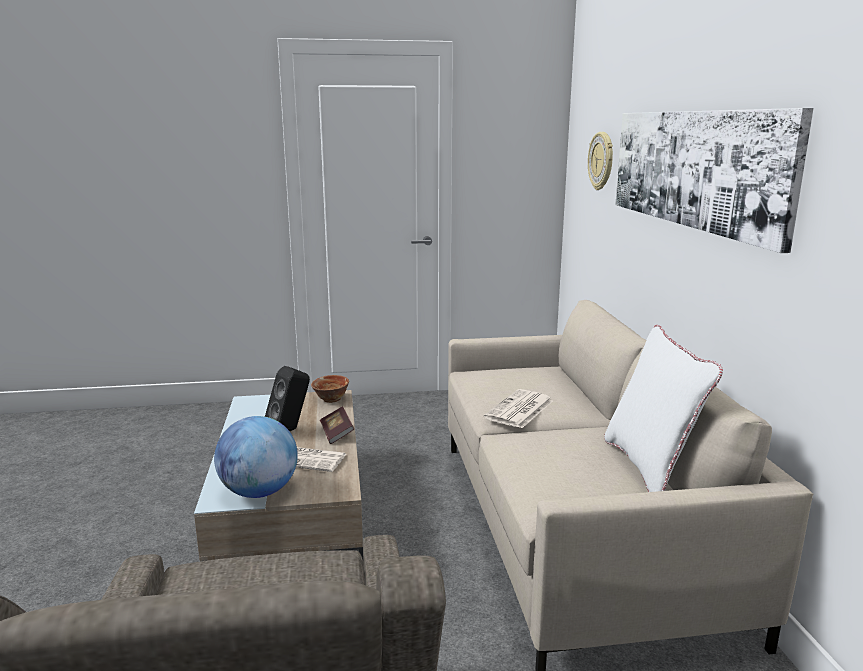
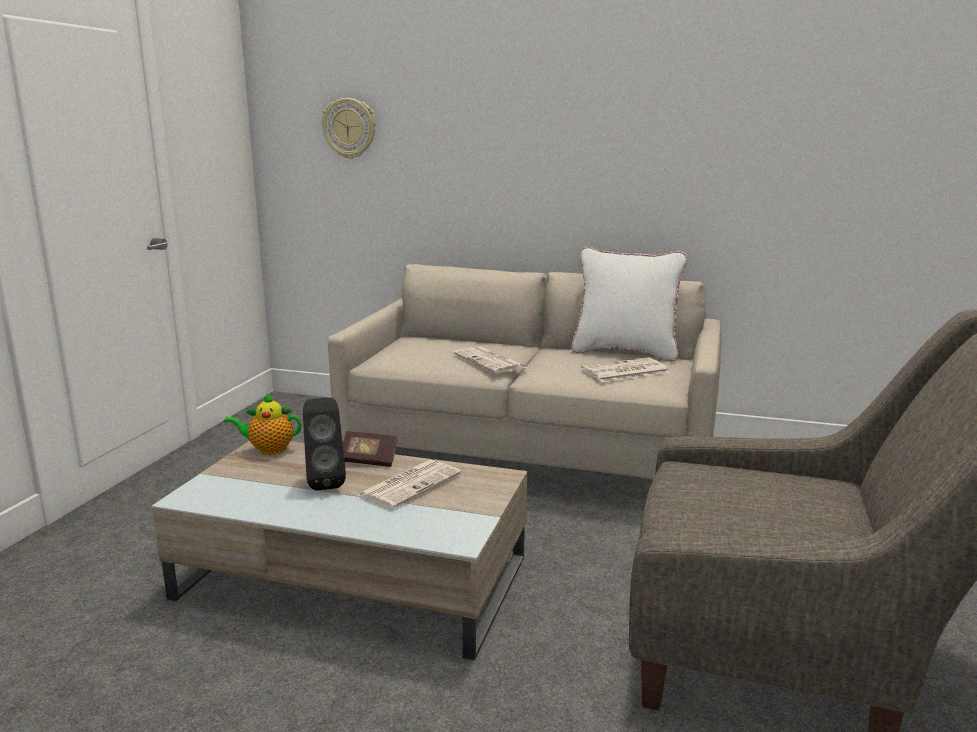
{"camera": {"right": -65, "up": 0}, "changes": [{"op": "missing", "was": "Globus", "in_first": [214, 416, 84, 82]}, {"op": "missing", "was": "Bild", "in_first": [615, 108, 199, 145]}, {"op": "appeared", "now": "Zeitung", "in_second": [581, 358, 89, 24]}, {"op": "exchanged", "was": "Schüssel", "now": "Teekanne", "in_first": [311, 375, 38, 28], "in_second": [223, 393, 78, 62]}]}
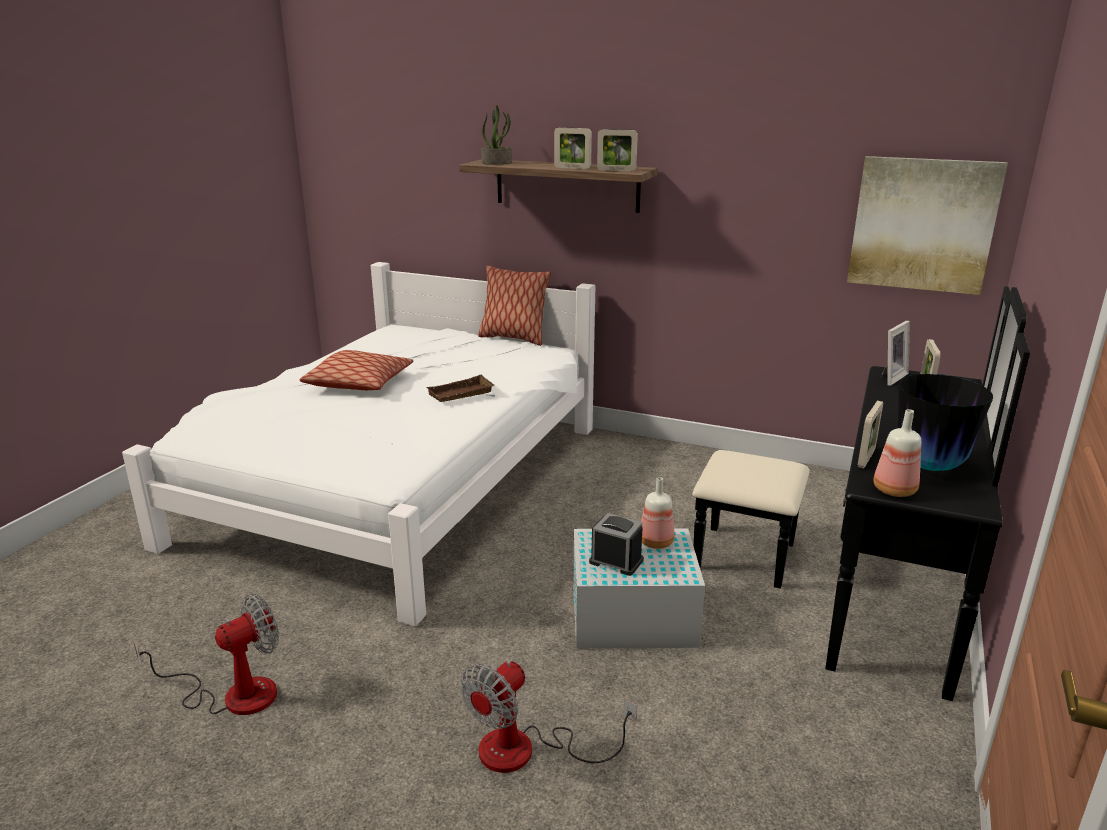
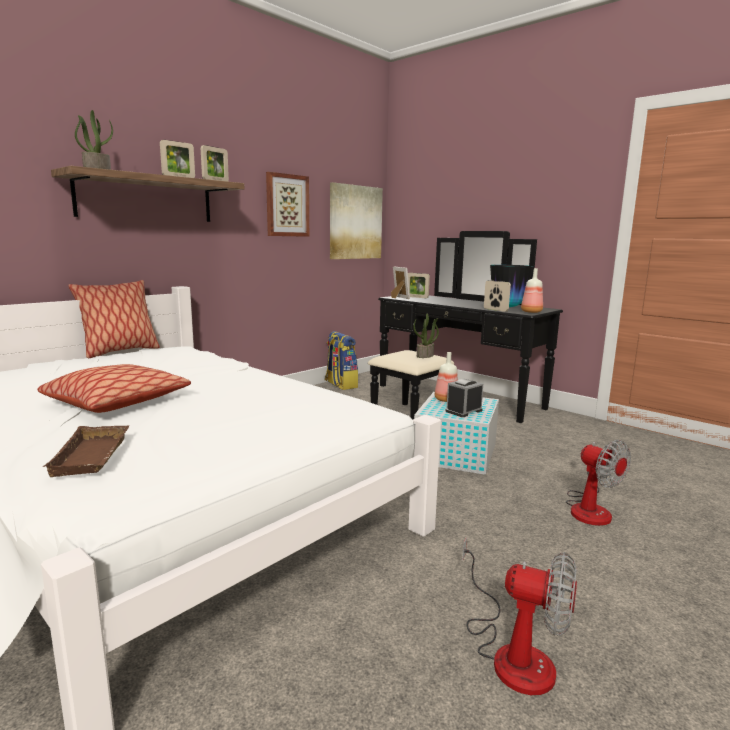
{"camera": {"right": -70, "up": -10}, "changes": [{"op": "appeared", "now": "Bild", "in_second": [266, 172, 43, 65]}, {"op": "appeared", "now": "Rucksack", "in_second": [325, 331, 33, 59]}, {"op": "appeared", "now": "Topfpflanze", "in_second": [413, 314, 26, 44]}, {"op": "relocated", "was": "Tablett (braun)", "in_first": [426, 375, 68, 27], "in_second": [42, 425, 88, 52]}, {"op": "spun", "was": "Ventilator", "in_first": [134, 594, 145, 121], "in_second": [462, 537, 115, 158], "clockwise": 135}]}
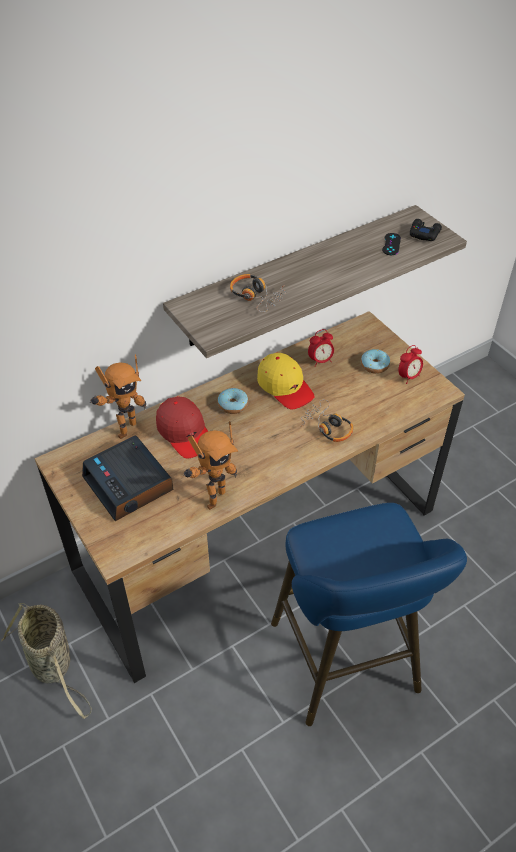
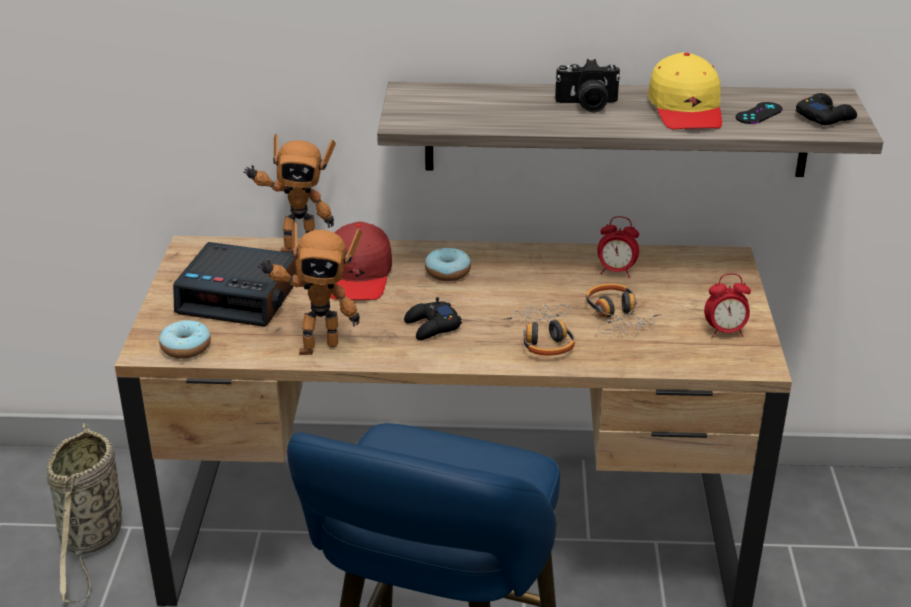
{"camera": {"right": 35, "up": -15}, "changes": [{"op": "appeared", "now": "Gamepad (schwarz)", "in_second": [404, 297, 58, 43]}, {"op": "appeared", "now": "Kamera", "in_second": [555, 59, 66, 54]}, {"op": "relocated", "was": "Kopfhörer", "in_first": [230, 274, 56, 38], "in_second": [586, 284, 75, 50]}, {"op": "relocated", "was": "Kappe (gelb)", "in_first": [257, 353, 58, 57], "in_second": [648, 52, 74, 77]}, {"op": "relocated", "was": "Donut", "in_first": [361, 349, 29, 25], "in_second": [159, 320, 52, 39]}, {"op": "spun", "was": "Wecker", "in_first": [82, 435, 91, 86], "in_second": [173, 242, 123, 85], "clockwise": -75}]}
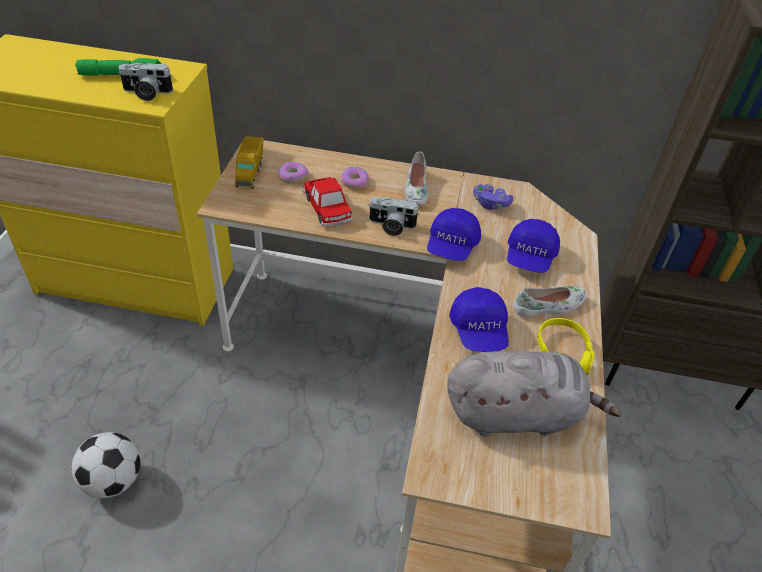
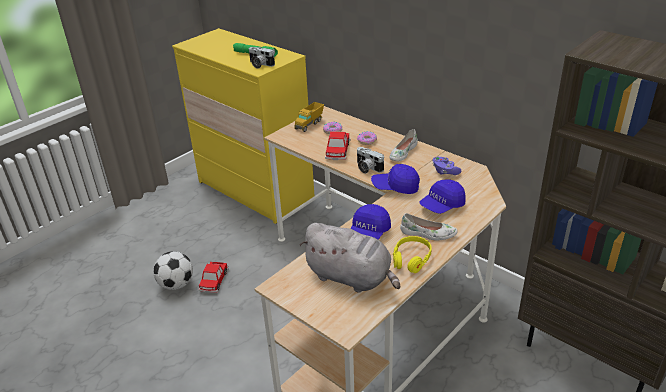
{"camera": {"right": 35, "up": -10}, "changes": [{"op": "appeared", "now": "Spielzeugauto", "in_second": [199, 262, 30, 31]}, {"op": "spun", "was": "Kappe (blau)", "in_first": [427, 208, 54, 53], "in_second": [371, 164, 49, 30], "clockwise": 45}]}
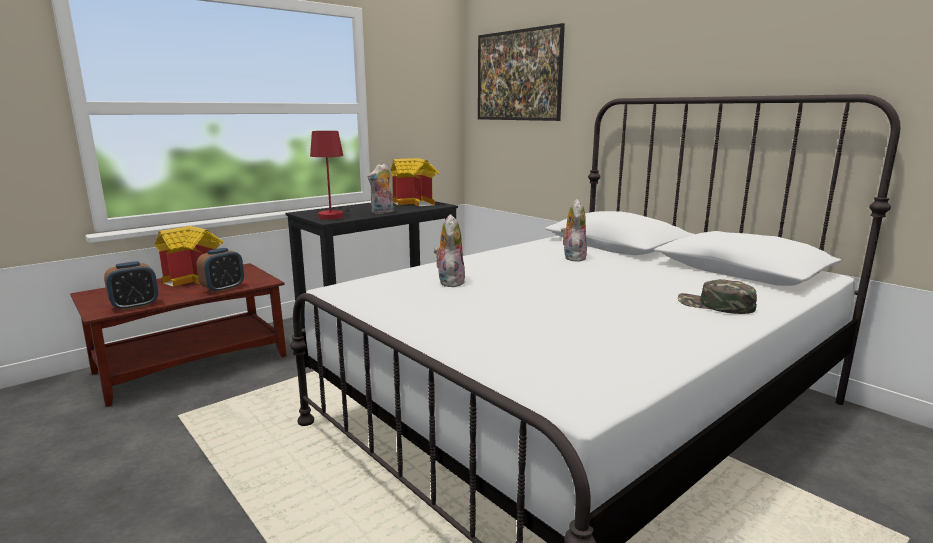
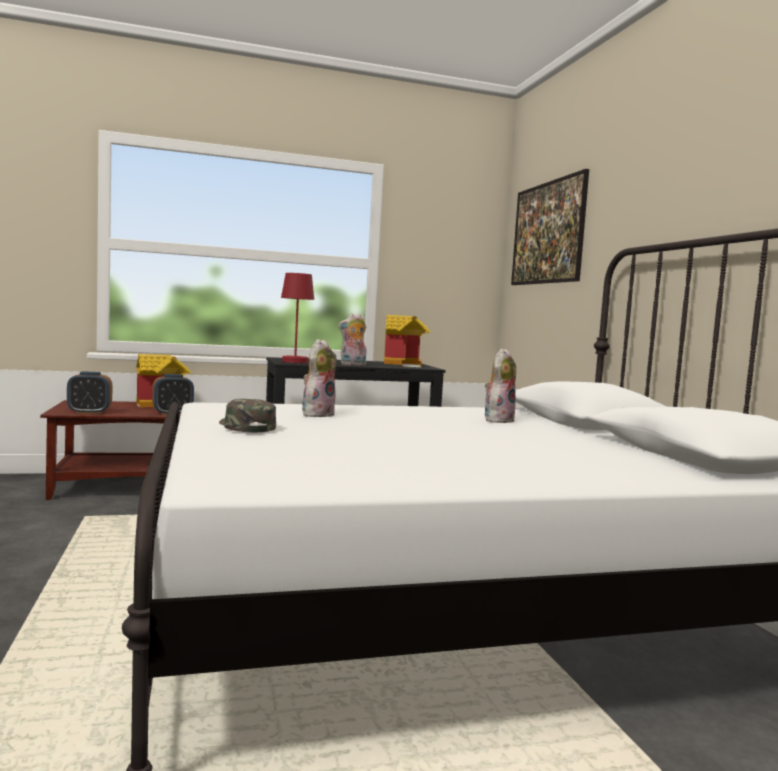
{"camera": {"right": 25, "up": -10}, "changes": [{"op": "relocated", "was": "Kappe (grün)", "in_first": [678, 279, 79, 35], "in_second": [219, 399, 57, 33]}]}
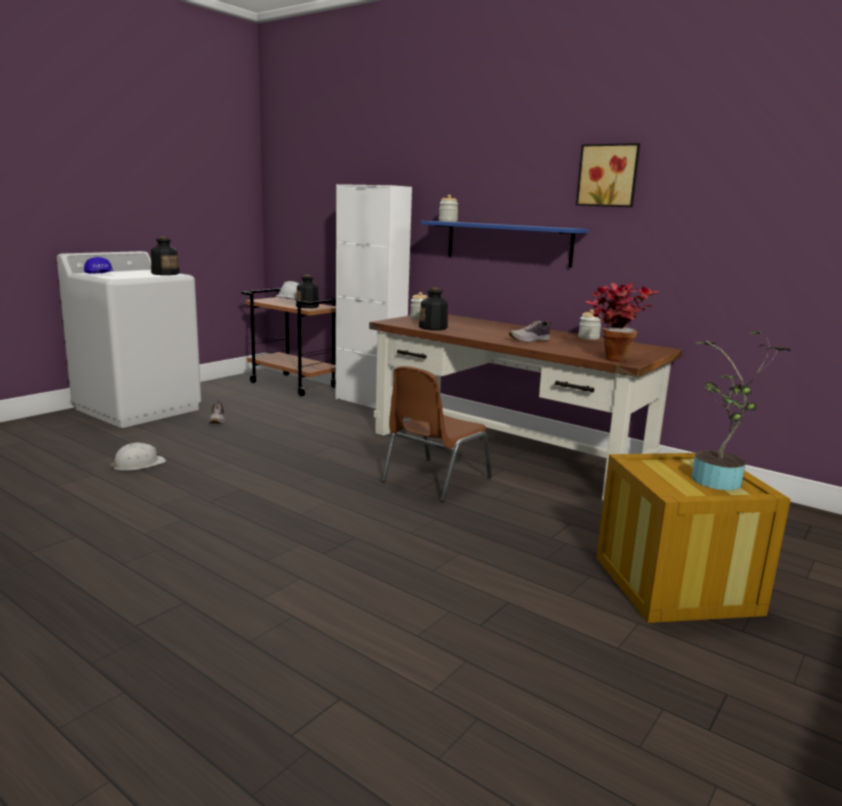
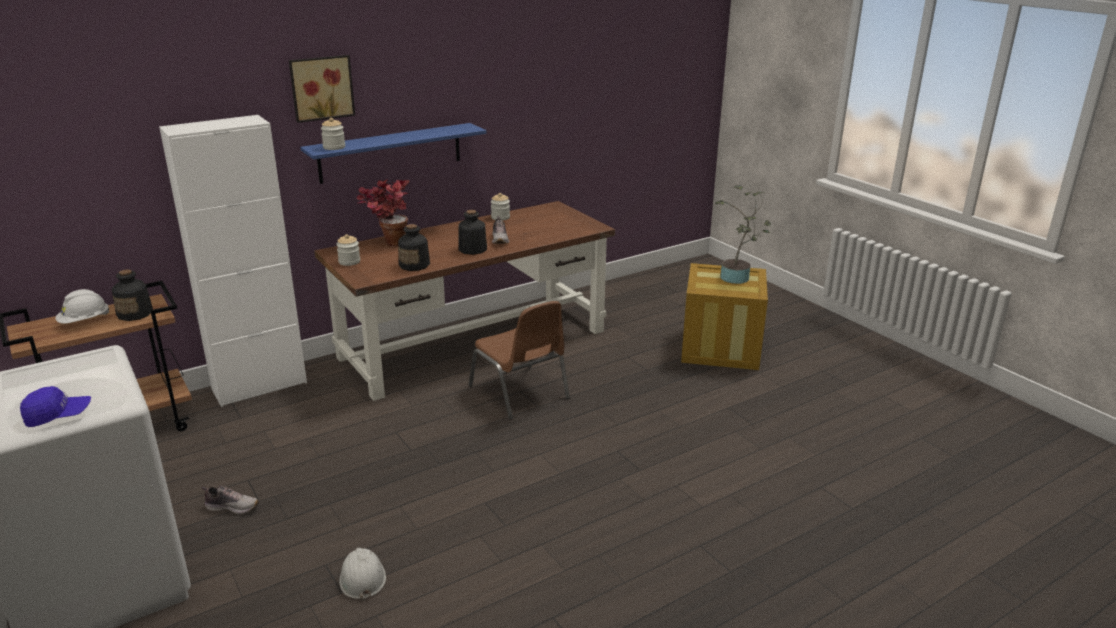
{"camera": {"right": -70, "up": 10}, "changes": [{"op": "relocated", "was": "Flasche", "in_first": [151, 237, 29, 38], "in_second": [458, 210, 29, 45]}, {"op": "relocated", "was": "Bild", "in_first": [576, 143, 64, 64], "in_second": [289, 55, 66, 68]}, {"op": "relocated", "was": "Topfpflanze", "in_first": [585, 283, 74, 79], "in_second": [356, 180, 53, 66]}]}
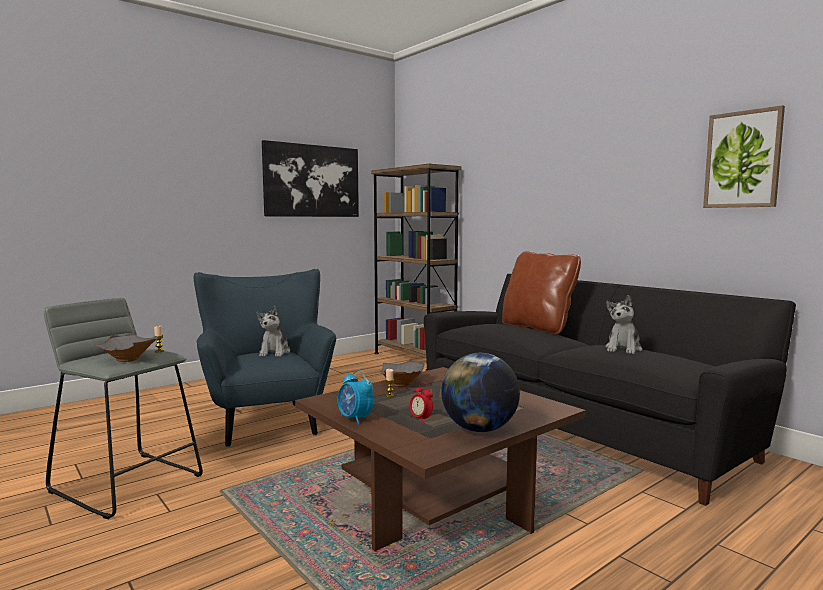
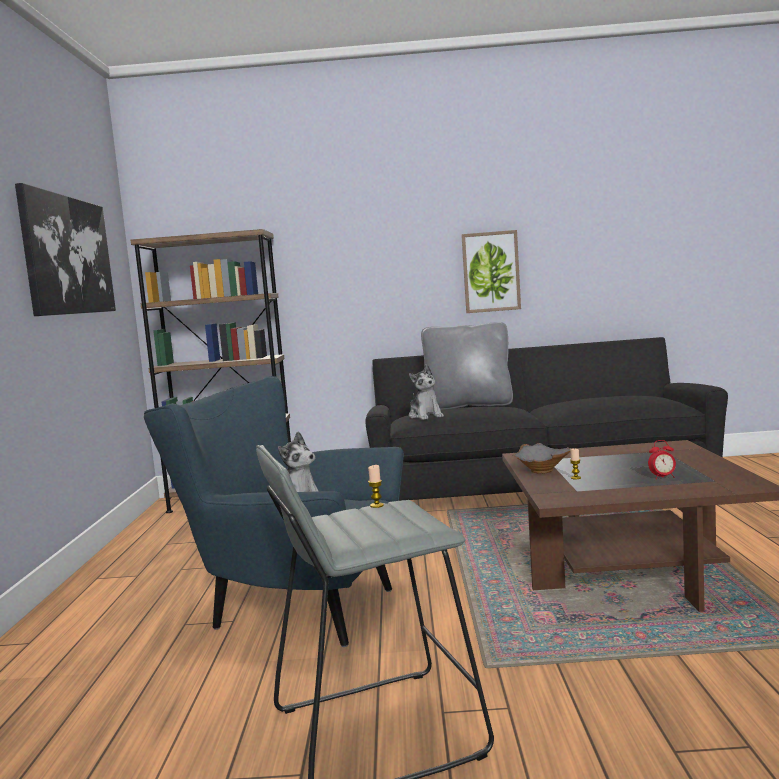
{"camera": {"right": -50, "up": 0}, "changes": [{"op": "missing", "was": "Schüssel (grau)", "in_first": [95, 333, 63, 29]}, {"op": "missing", "was": "Wecker", "in_first": [338, 370, 36, 54]}, {"op": "missing", "was": "Globus", "in_first": [441, 353, 79, 79]}, {"op": "relocated", "was": "Plüschtier", "in_first": [605, 295, 37, 59], "in_second": [409, 364, 35, 56]}, {"op": "relocated", "was": "Bild", "in_first": [703, 105, 82, 103], "in_second": [461, 230, 60, 83]}, {"op": "colour", "was": "Kissen (braun)", "now": "Kissen (grau)", "in_first": [502, 251, 79, 84], "in_second": [421, 322, 92, 88]}]}
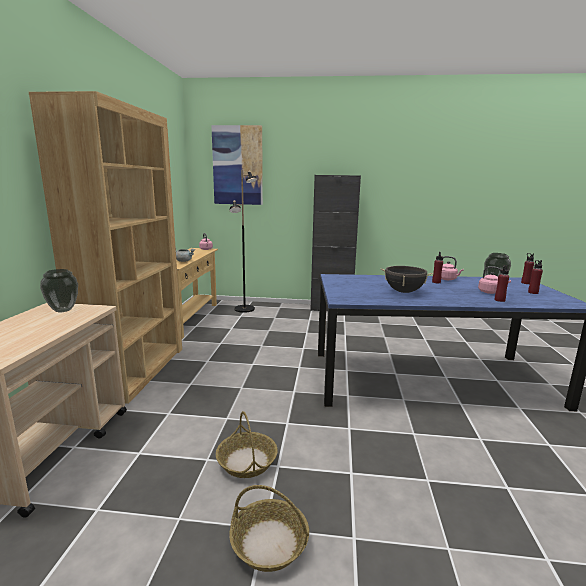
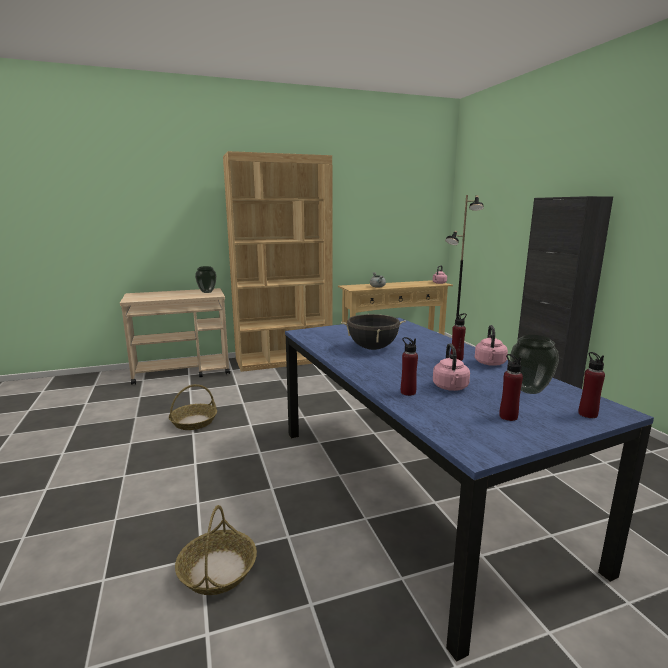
{"camera": {"right": 65, "up": 0}, "changes": [{"op": "missing", "was": "Bild", "in_first": [211, 125, 52, 80]}, {"op": "relocated", "was": "Korb", "in_first": [229, 485, 80, 87], "in_second": [175, 505, 82, 90]}]}
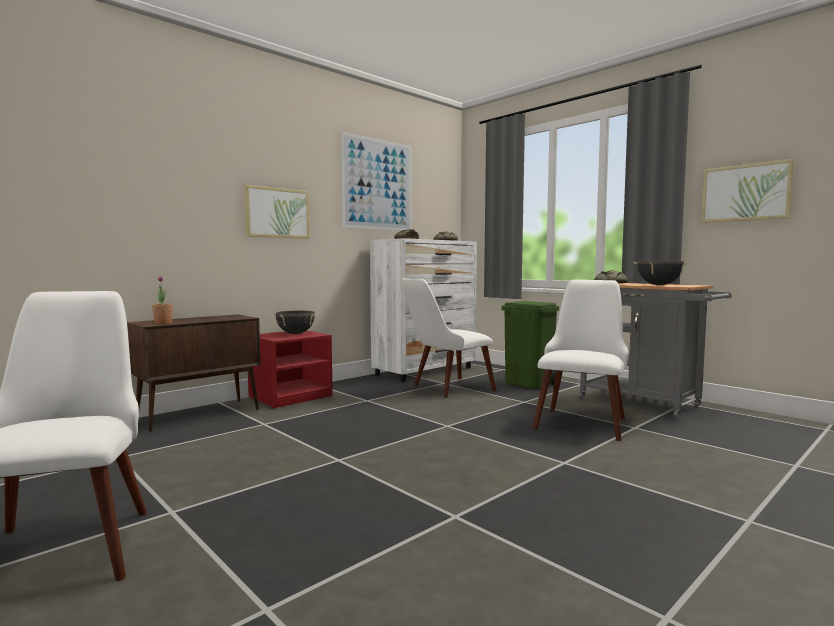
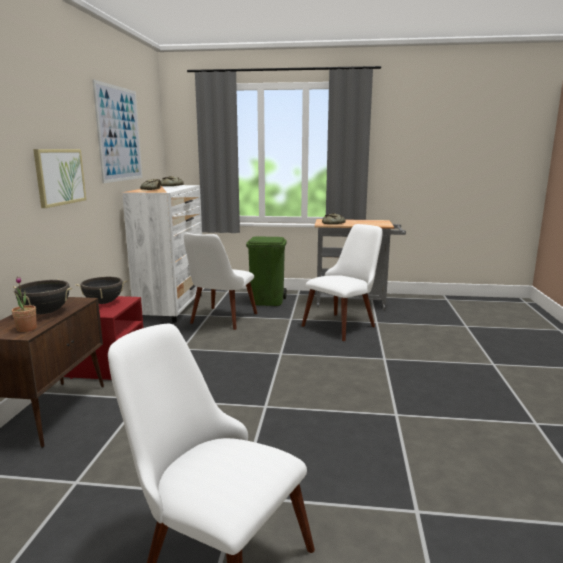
{"camera": {"right": -40, "up": 10}, "changes": [{"op": "missing", "was": "Bild", "in_first": [701, 159, 93, 64]}, {"op": "relocated", "was": "Kochtopf (schwarz)", "in_first": [633, 261, 56, 24], "in_second": [13, 279, 59, 35]}, {"op": "spun", "was": "Stuhl (weiß)", "in_first": [533, 280, 95, 161], "in_second": [301, 224, 82, 117], "clockwise": 60}]}
